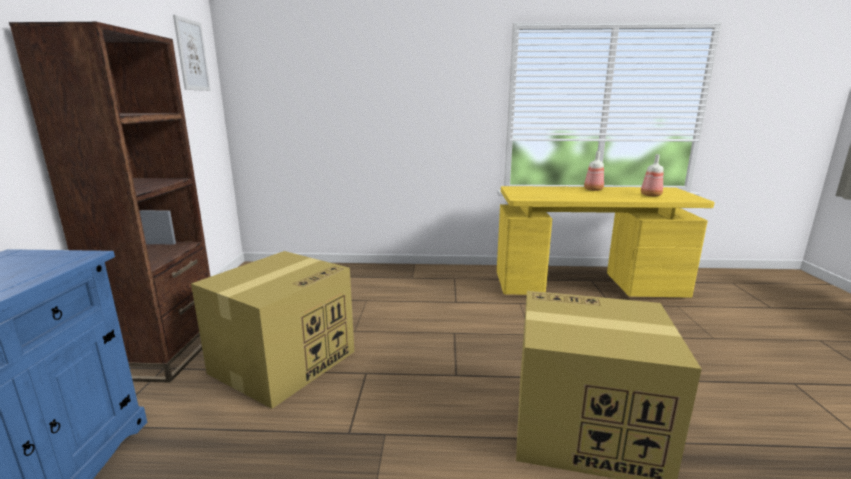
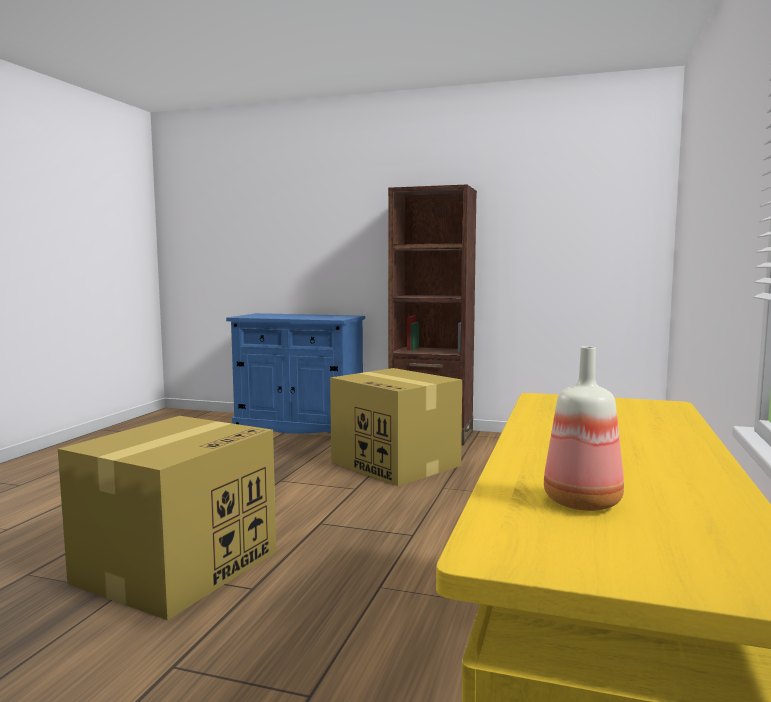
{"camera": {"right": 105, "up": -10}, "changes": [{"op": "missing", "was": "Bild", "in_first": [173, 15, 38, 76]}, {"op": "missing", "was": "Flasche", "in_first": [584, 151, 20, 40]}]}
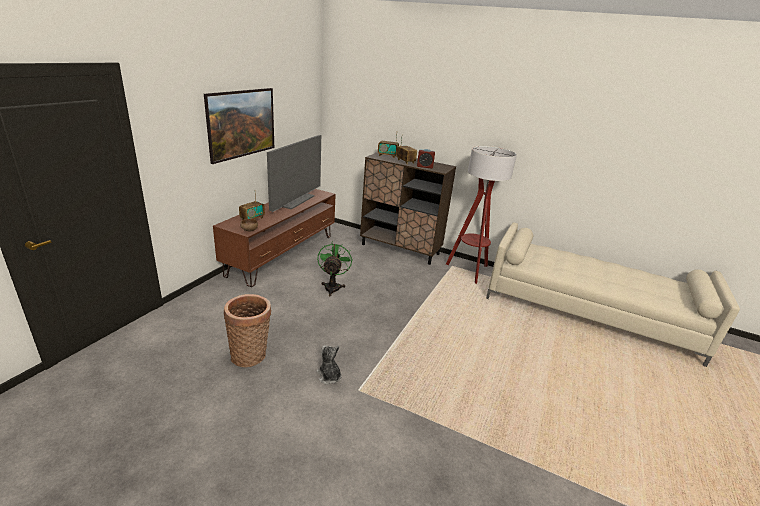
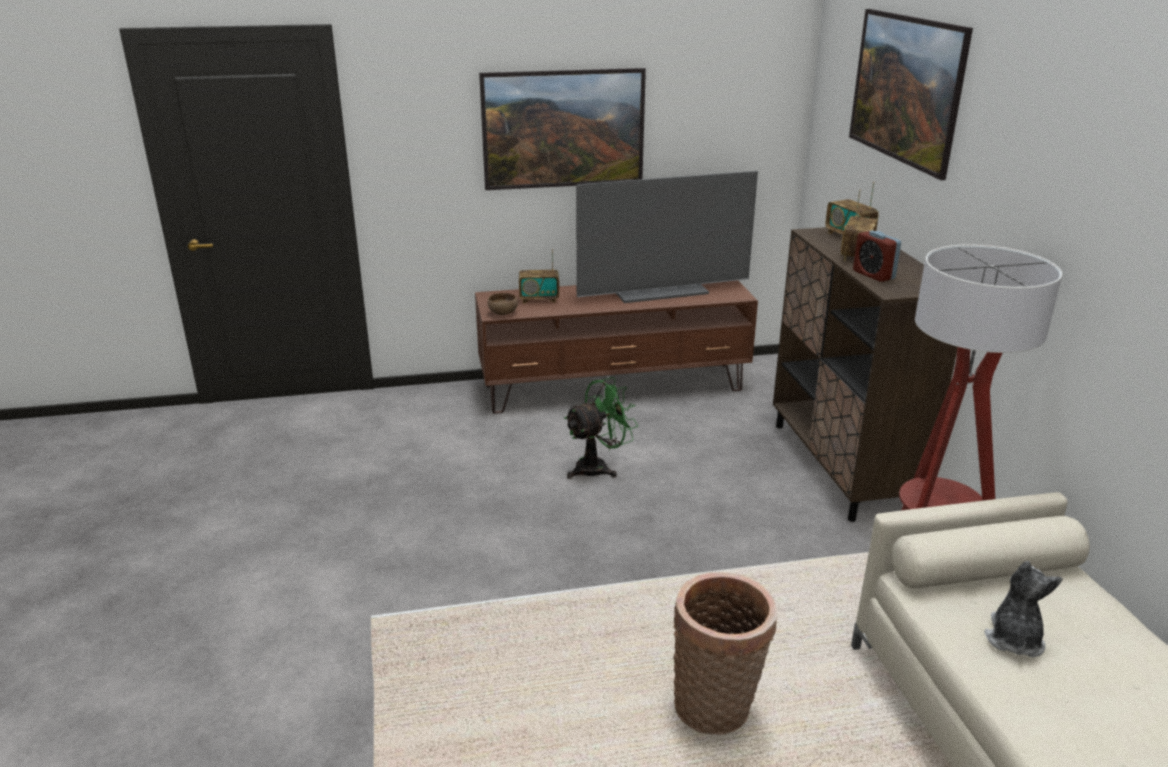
{"camera": {"right": 55, "up": 0}, "changes": [{"op": "appeared", "now": "Bild", "in_second": [849, 9, 124, 171]}, {"op": "relocated", "was": "Korb", "in_first": [224, 294, 48, 73], "in_second": [673, 572, 104, 163]}, {"op": "relocated", "was": "Plüschtier", "in_first": [316, 345, 26, 40], "in_second": [984, 561, 79, 96]}]}
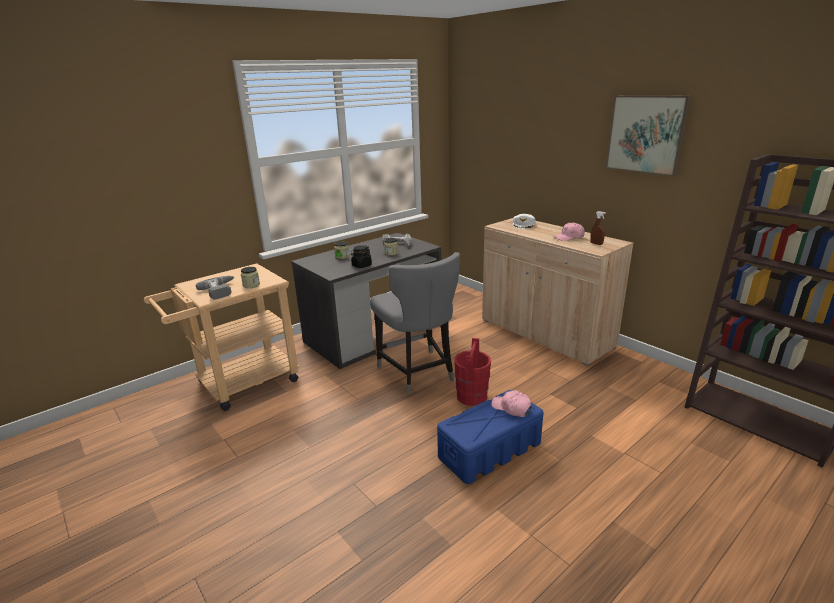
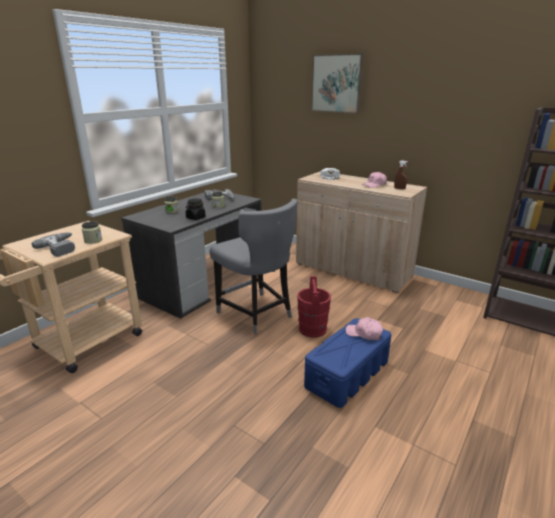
{"camera": {"right": -15, "up": 0}, "changes": [{"op": "relocated", "was": "Bild", "in_first": [605, 95, 86, 82], "in_second": [311, 53, 53, 61]}]}
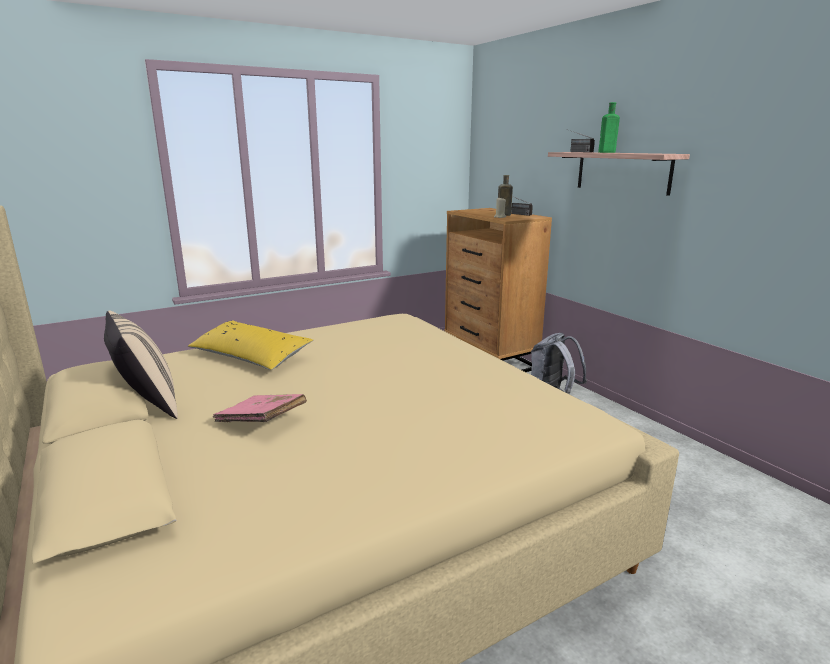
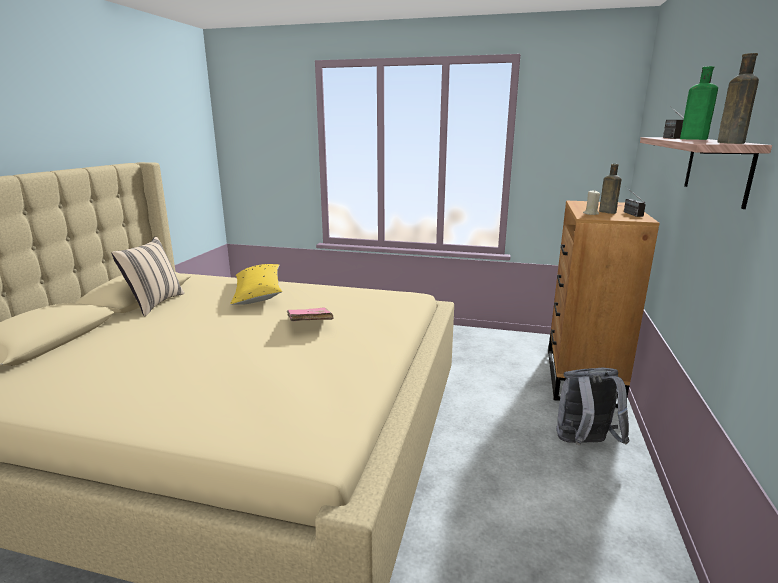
{"camera": {"right": 45, "up": 0}, "changes": [{"op": "appeared", "now": "Flasche (braun)", "in_second": [717, 53, 42, 91]}, {"op": "relocated", "was": "Buch (rosa)", "in_first": [213, 394, 94, 28], "in_second": [287, 307, 47, 14]}]}
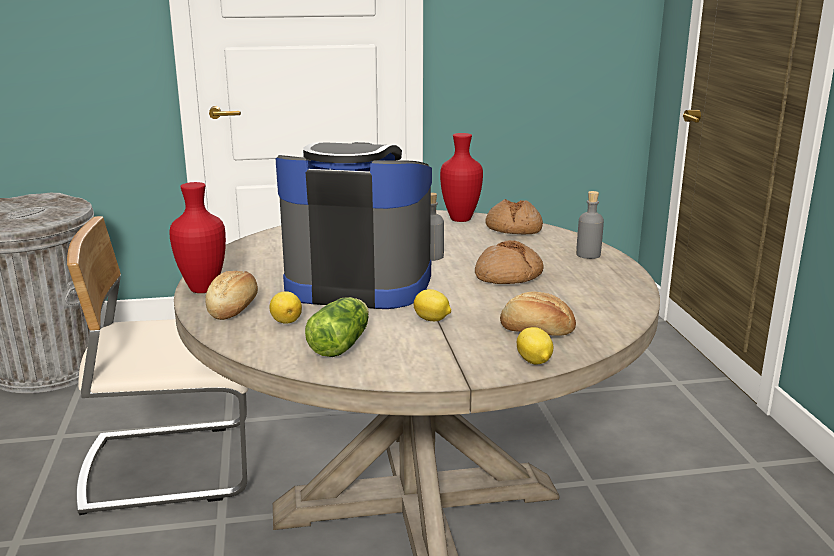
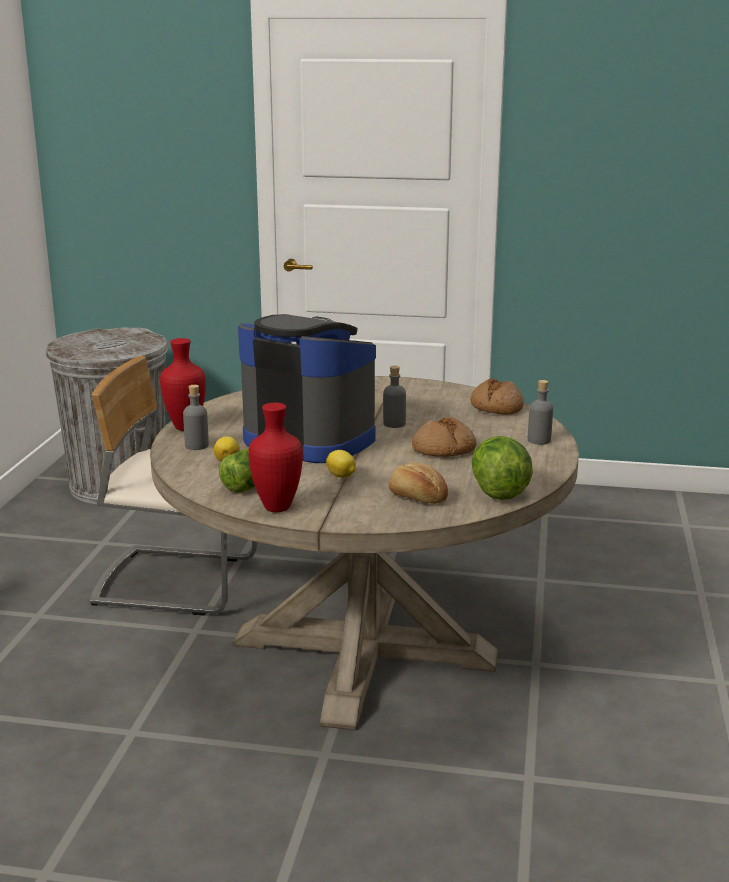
{"camera": {"right": 20, "up": 0}, "changes": [{"op": "missing", "was": "Zitrone", "in_first": [517, 327, 36, 38]}, {"op": "appeared", "now": "Salatkopf", "in_second": [472, 436, 61, 64]}, {"op": "relocated", "was": "Vase (rot)", "in_first": [440, 133, 43, 89], "in_second": [248, 403, 55, 109]}, {"op": "exchanged", "was": "Brot", "now": "Flasche (grau)", "in_first": [205, 271, 53, 49], "in_second": [183, 385, 26, 65]}]}
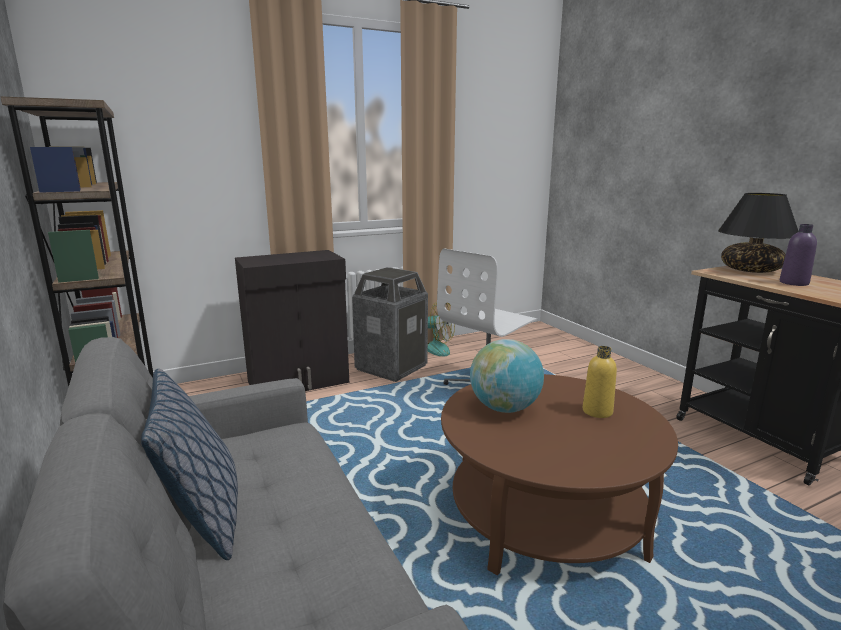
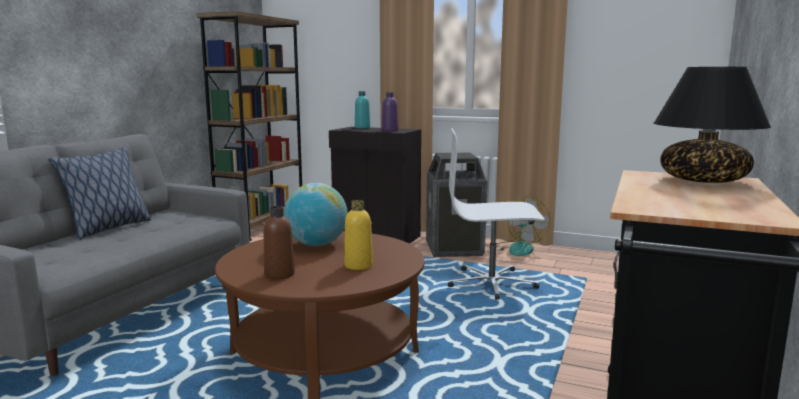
{"camera": {"right": 50, "up": -5}, "changes": [{"op": "appeared", "now": "Flasche (braun)", "in_second": [263, 206, 32, 73]}, {"op": "appeared", "now": "Flasche (türkis)", "in_second": [355, 91, 15, 38]}, {"op": "relocated", "was": "Flasche (lila)", "in_first": [780, 224, 37, 62], "in_second": [382, 92, 16, 40]}]}
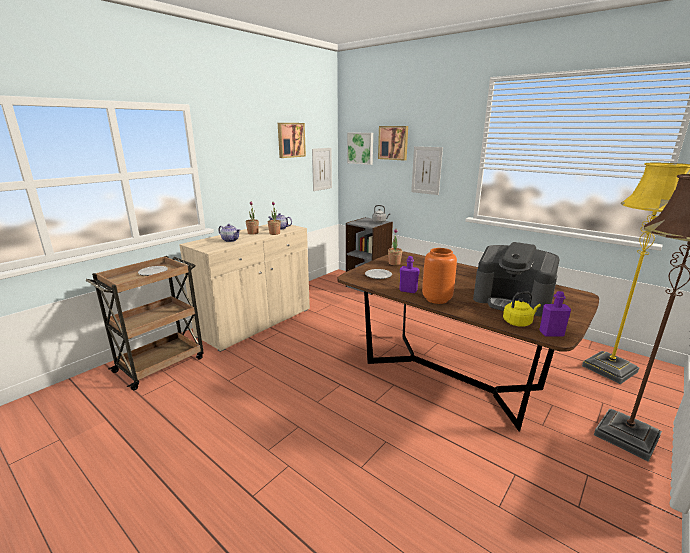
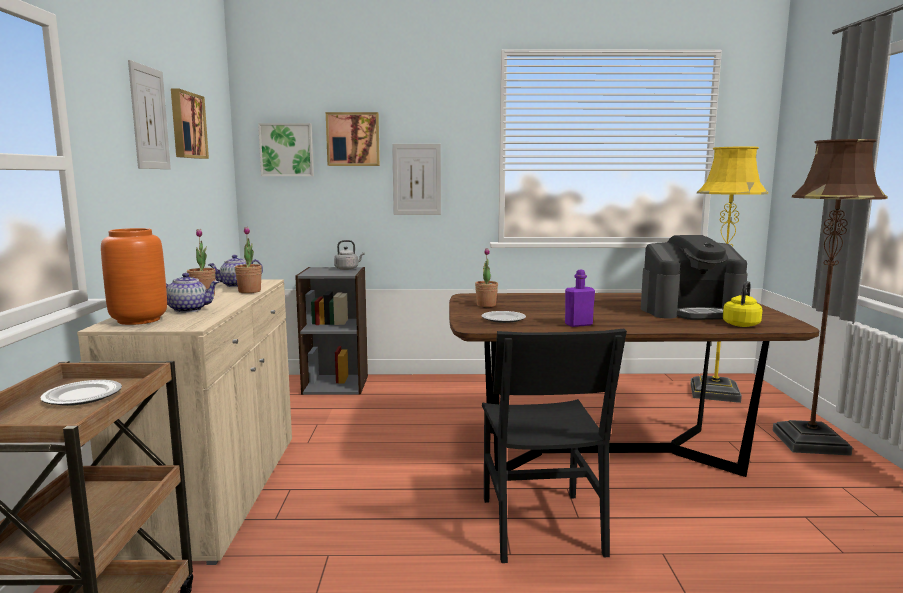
{"camera": {"right": -40, "up": -10}, "changes": [{"op": "missing", "was": "Flasche (lila)", "in_first": [539, 291, 32, 46]}, {"op": "appeared", "now": "Stuhl (schwarz)", "in_second": [482, 328, 145, 235]}, {"op": "relocated", "was": "Bild", "in_first": [312, 148, 20, 43], "in_second": [128, 60, 43, 109]}, {"op": "relocated", "was": "Vase (orange)", "in_first": [422, 248, 35, 56], "in_second": [101, 228, 66, 97]}]}
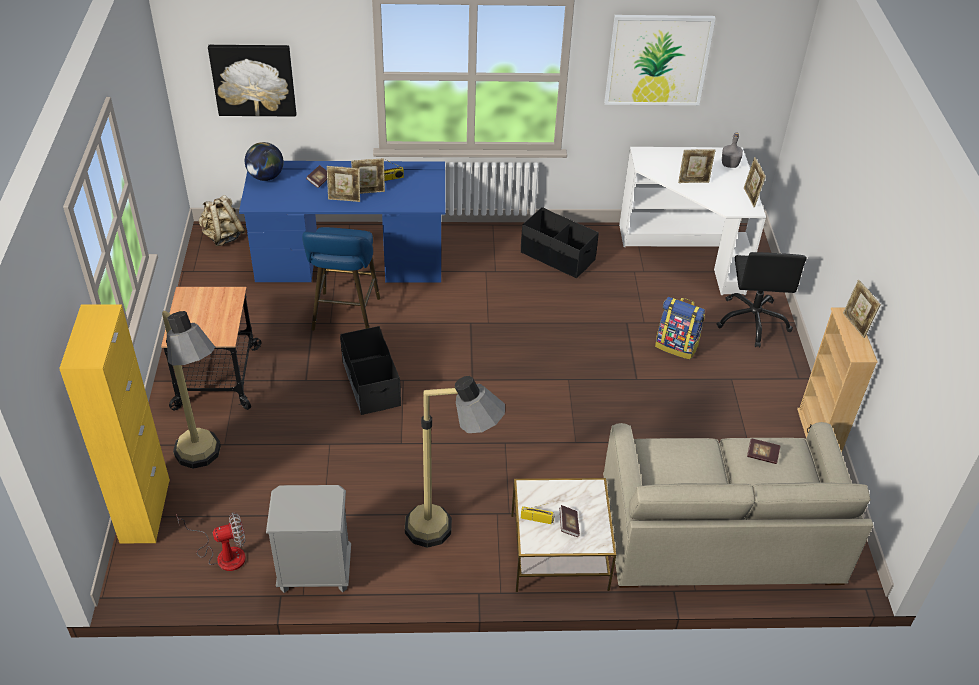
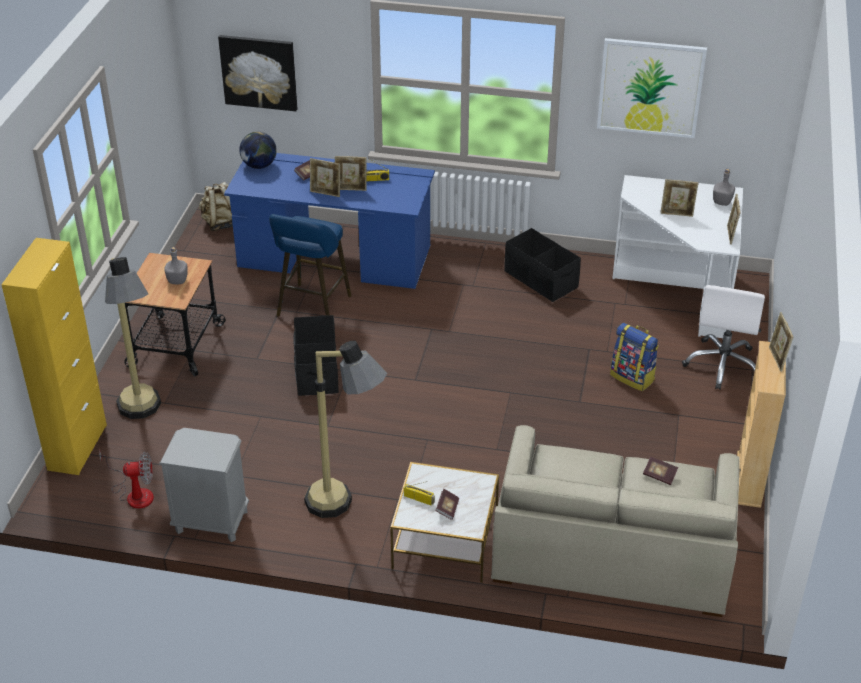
{"camera": {"right": 15, "up": -5}, "changes": [{"op": "appeared", "now": "Flasche (grau)", "in_second": [164, 247, 24, 37]}, {"op": "colour", "was": "Bürostuhl (schwarz)", "now": "Bürostuhl (weiß)", "in_first": [717, 252, 90, 95], "in_second": [682, 285, 83, 105]}]}
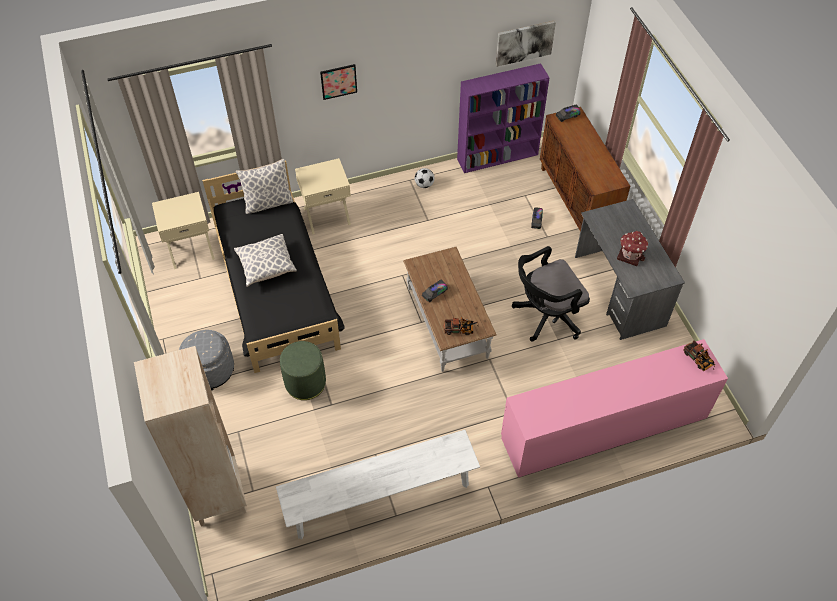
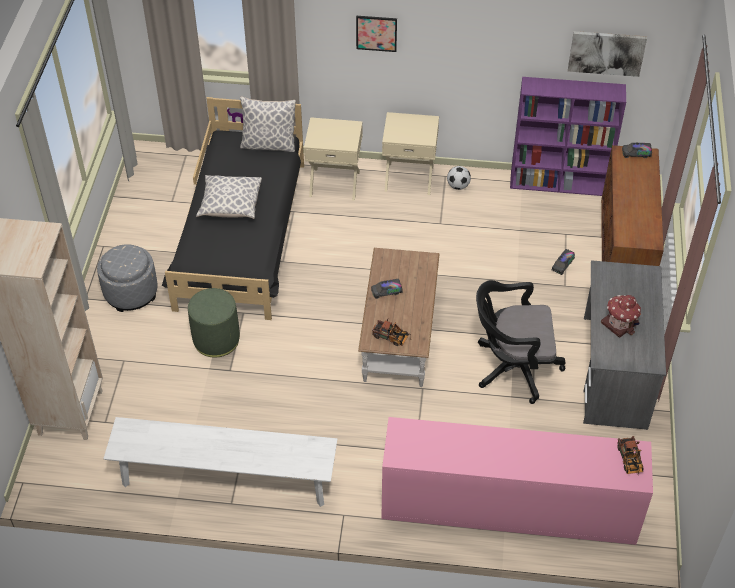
{"camera": {"right": 25, "up": -5}, "changes": [{"op": "relocated", "was": "Nachttisch (beige)", "in_first": [152, 192, 63, 77], "in_second": [382, 112, 57, 83]}]}
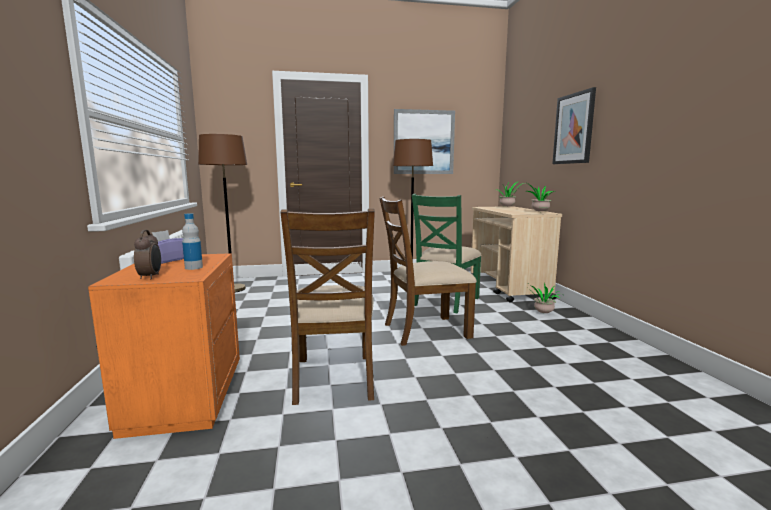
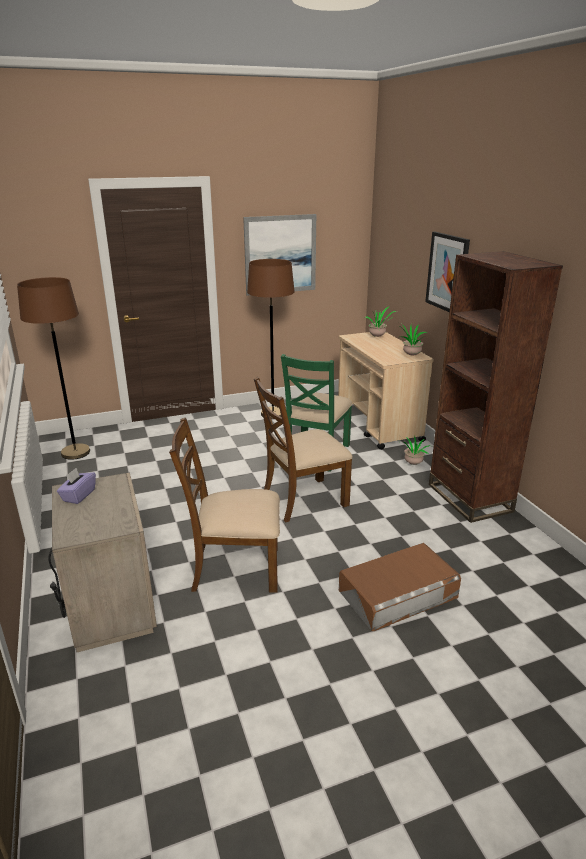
{"camera": {"right": -10, "up": 15}, "changes": [{"op": "missing", "was": "Wecker", "in_first": [134, 230, 27, 49]}, {"op": "missing", "was": "Flasche", "in_first": [182, 213, 21, 57]}, {"op": "appeared", "now": "Aufbewahrungsbox (braun)", "in_second": [339, 543, 122, 88]}, {"op": "appeared", "now": "Bücherregal (braun)", "in_second": [429, 251, 134, 272]}, {"op": "colour", "was": "Nachttisch (orange)", "now": "Nachttisch (beige)", "in_first": [88, 253, 152, 186], "in_second": [48, 472, 109, 180]}, {"op": "spun", "was": "Stuhl (braun)", "in_first": [280, 209, 95, 196], "in_second": [169, 417, 111, 176], "clockwise": 105}]}
